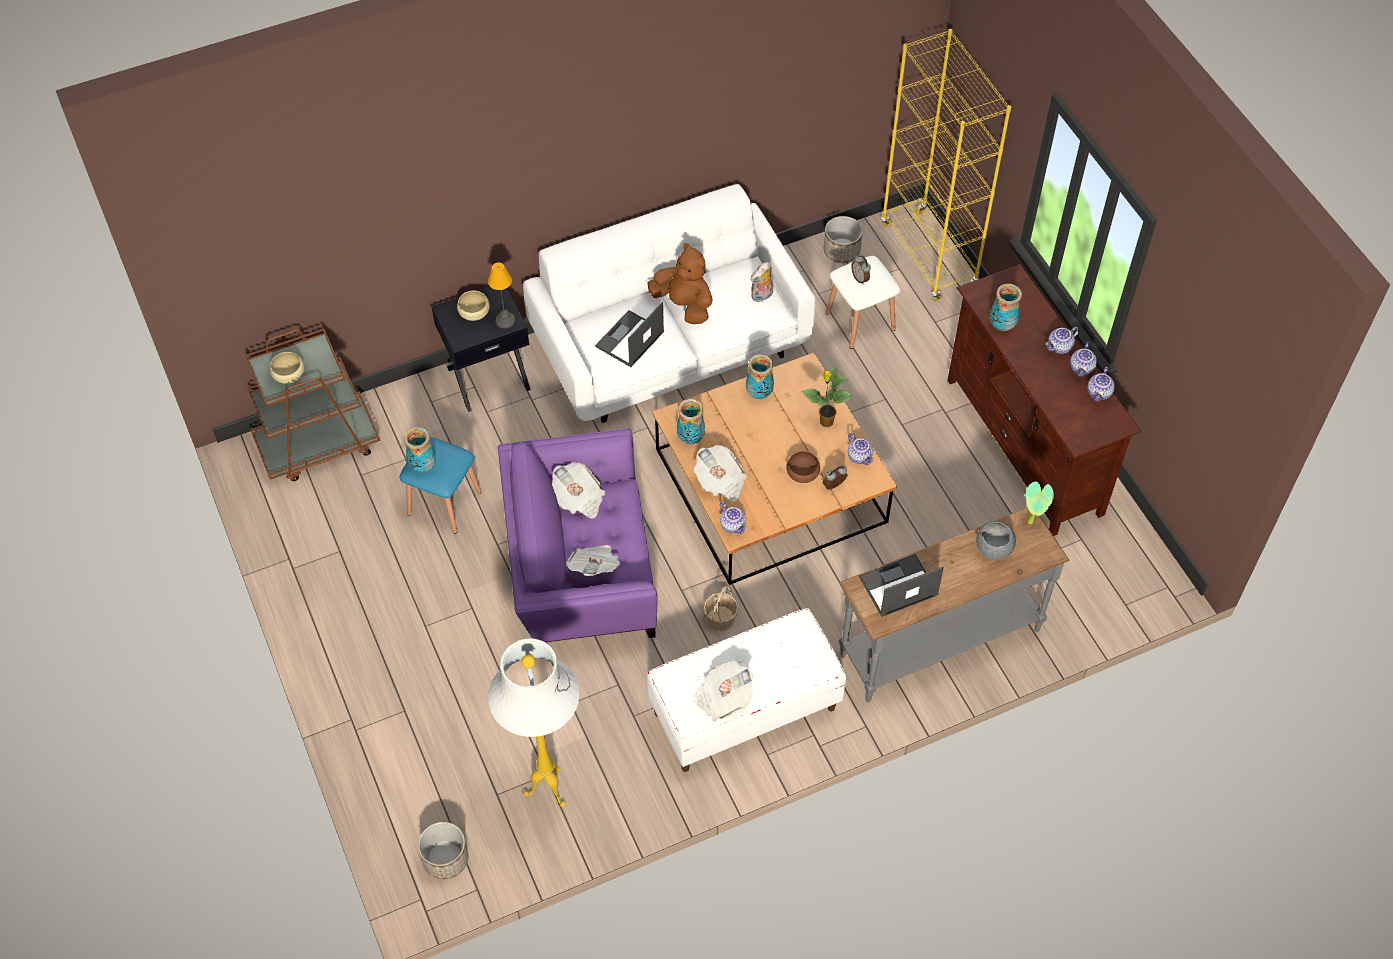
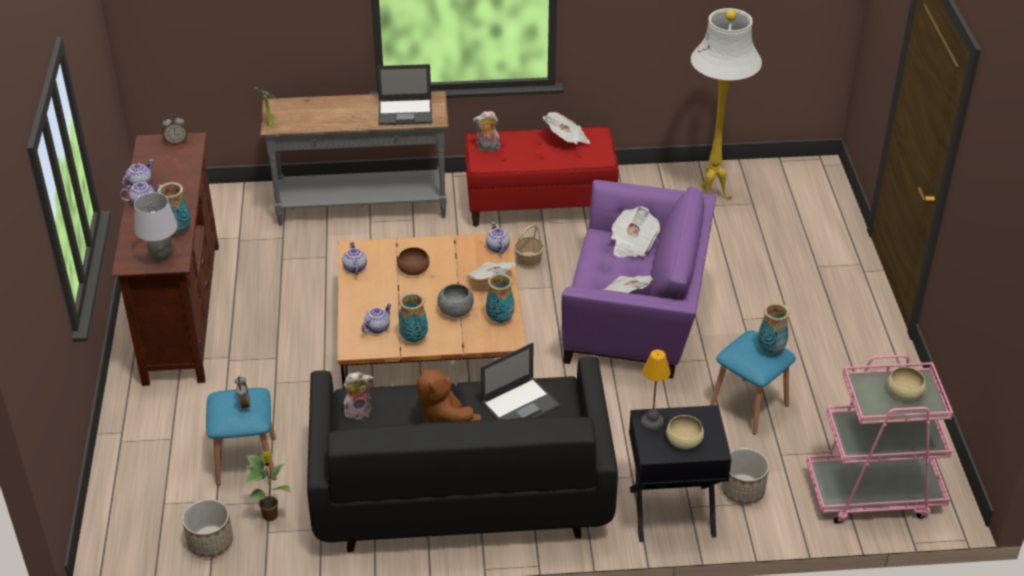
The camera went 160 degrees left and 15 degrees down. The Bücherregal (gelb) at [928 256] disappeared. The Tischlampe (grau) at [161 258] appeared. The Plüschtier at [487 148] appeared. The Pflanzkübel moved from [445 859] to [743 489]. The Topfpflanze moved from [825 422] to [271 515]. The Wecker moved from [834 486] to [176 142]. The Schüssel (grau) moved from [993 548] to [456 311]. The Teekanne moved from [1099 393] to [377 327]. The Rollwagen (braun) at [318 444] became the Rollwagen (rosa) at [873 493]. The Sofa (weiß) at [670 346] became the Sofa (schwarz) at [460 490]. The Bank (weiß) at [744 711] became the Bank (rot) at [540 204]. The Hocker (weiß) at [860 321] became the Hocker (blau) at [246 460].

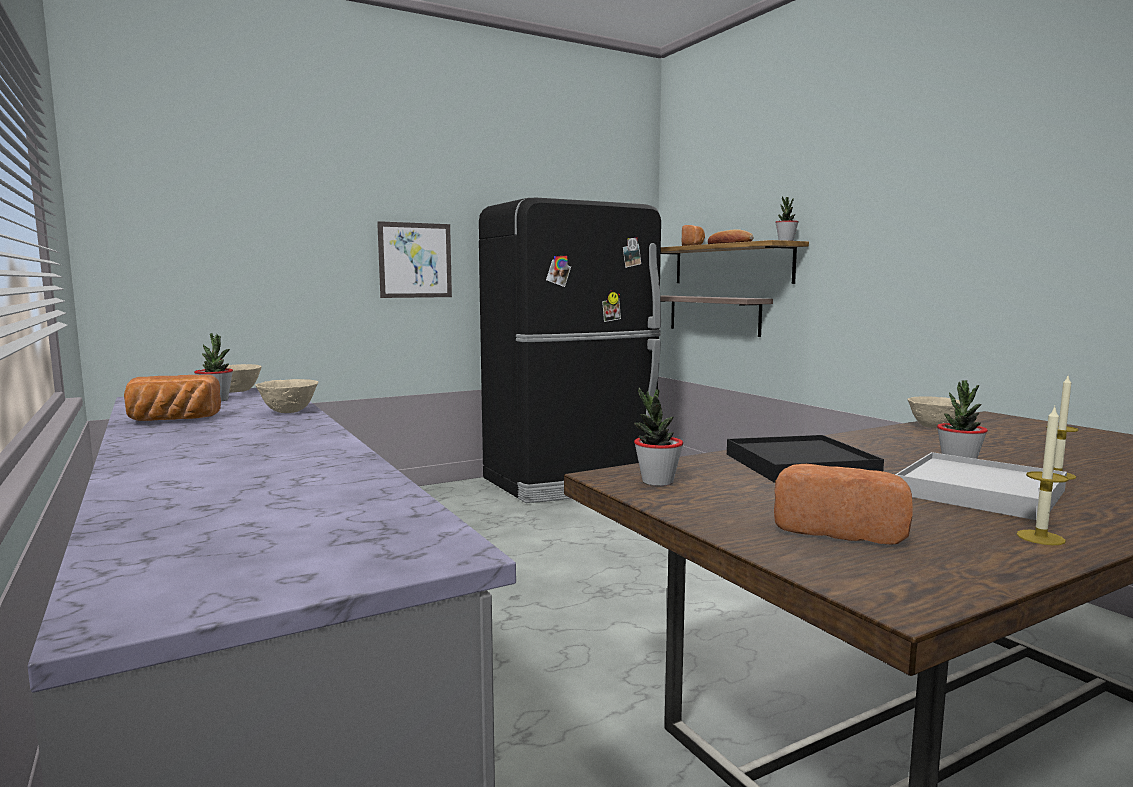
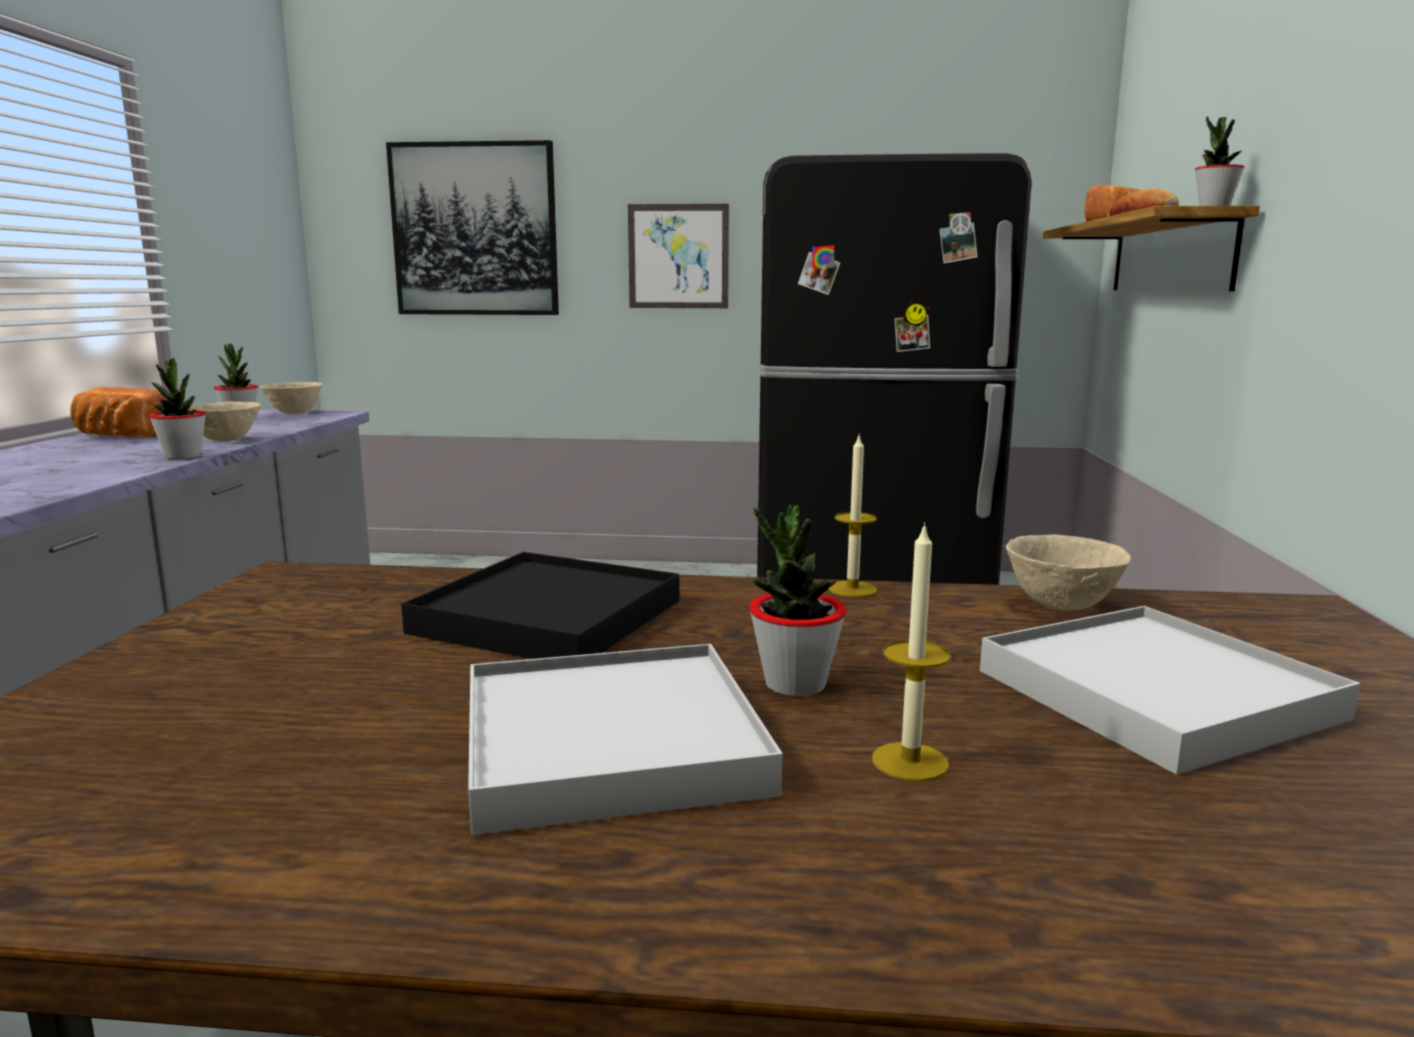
The camera went 35 degrees right and 5 degrees up. The Wandregal at [713 314] disappeared. The Brot at [839 529] disappeared. The Bild at [475 230] appeared. The Tablett (weiß) at [1155 694] appeared. The Topfpflanze moved from [657 482] to [183 456]. The Kerze moved from [1040 537] to [852 589].

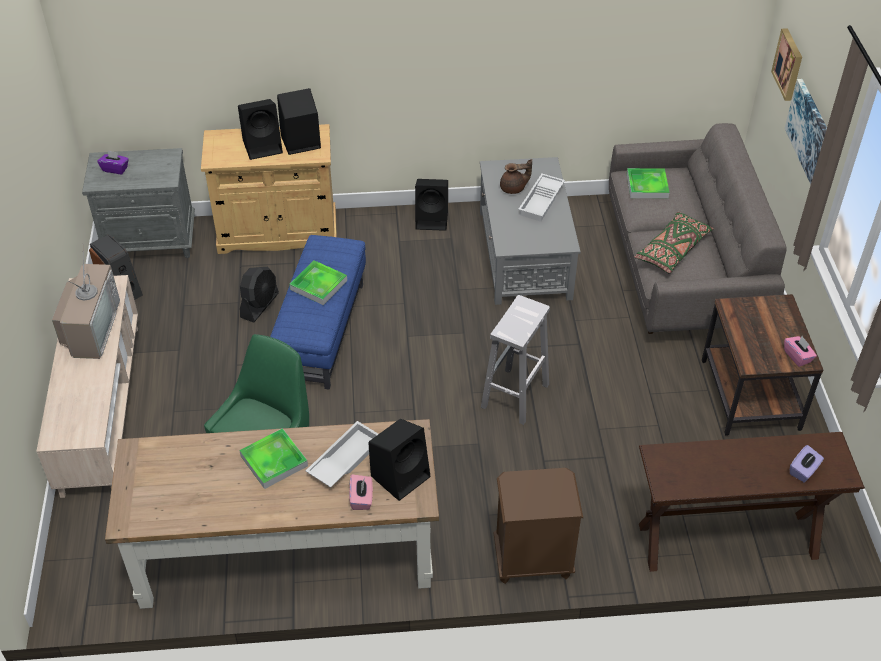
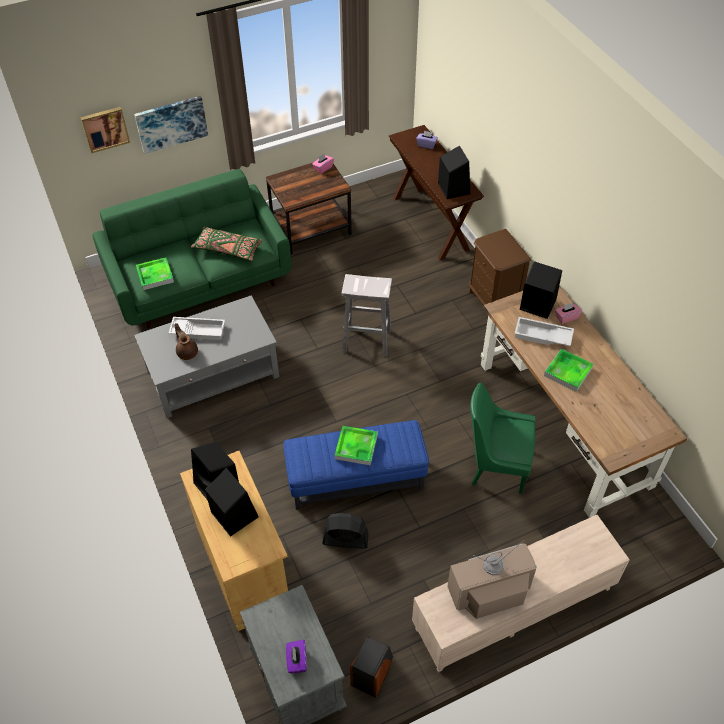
The camera went 110 degrees left and 5 degrees up. The Lautsprecher (schwarz) moved from [433 219] to [453 188]. The Sofa (grau) at [682 269] became the Sofa (grün) at [199 280].

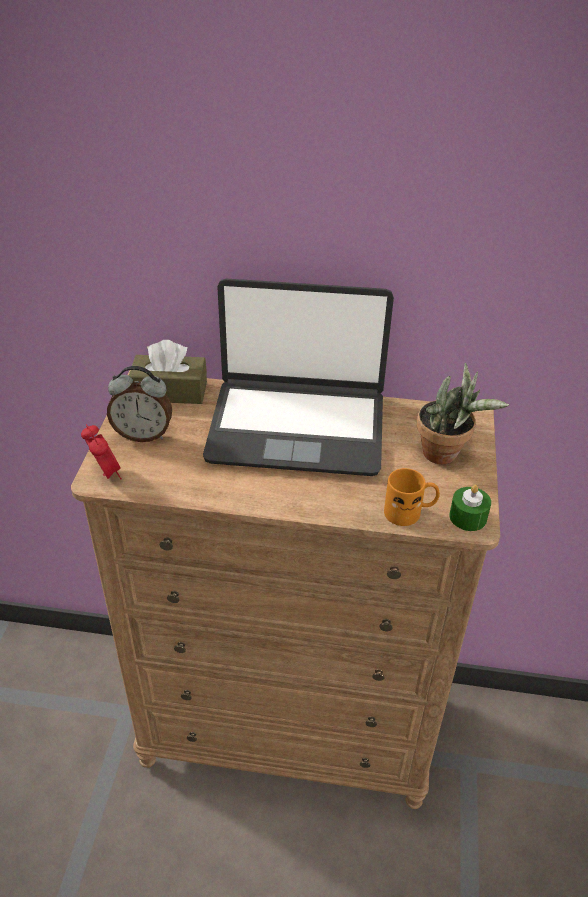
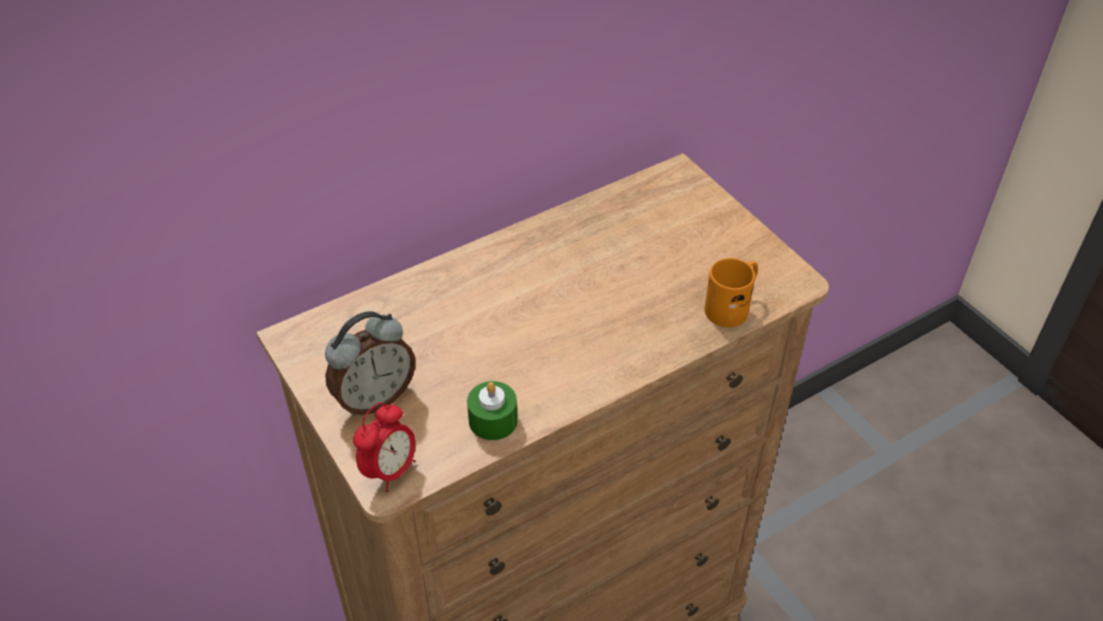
The camera went 40 degrees left and 5 degrees up. The Taschentuchbox (braun) at [170 391] disappeared. The Laptop at [297 427] disappeared. The Topfpflanze at [445 454] disappeared. The Kerze (grün) moved from [468 517] to [493 420]. The Wecker at [105 474] turned 105 degrees clockwise.

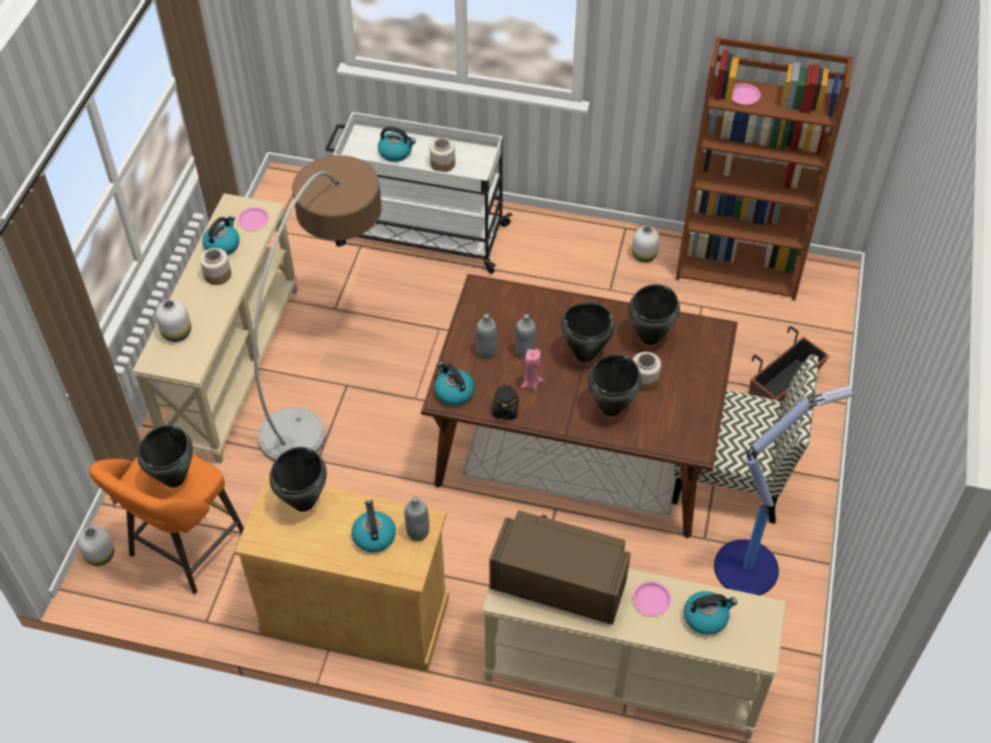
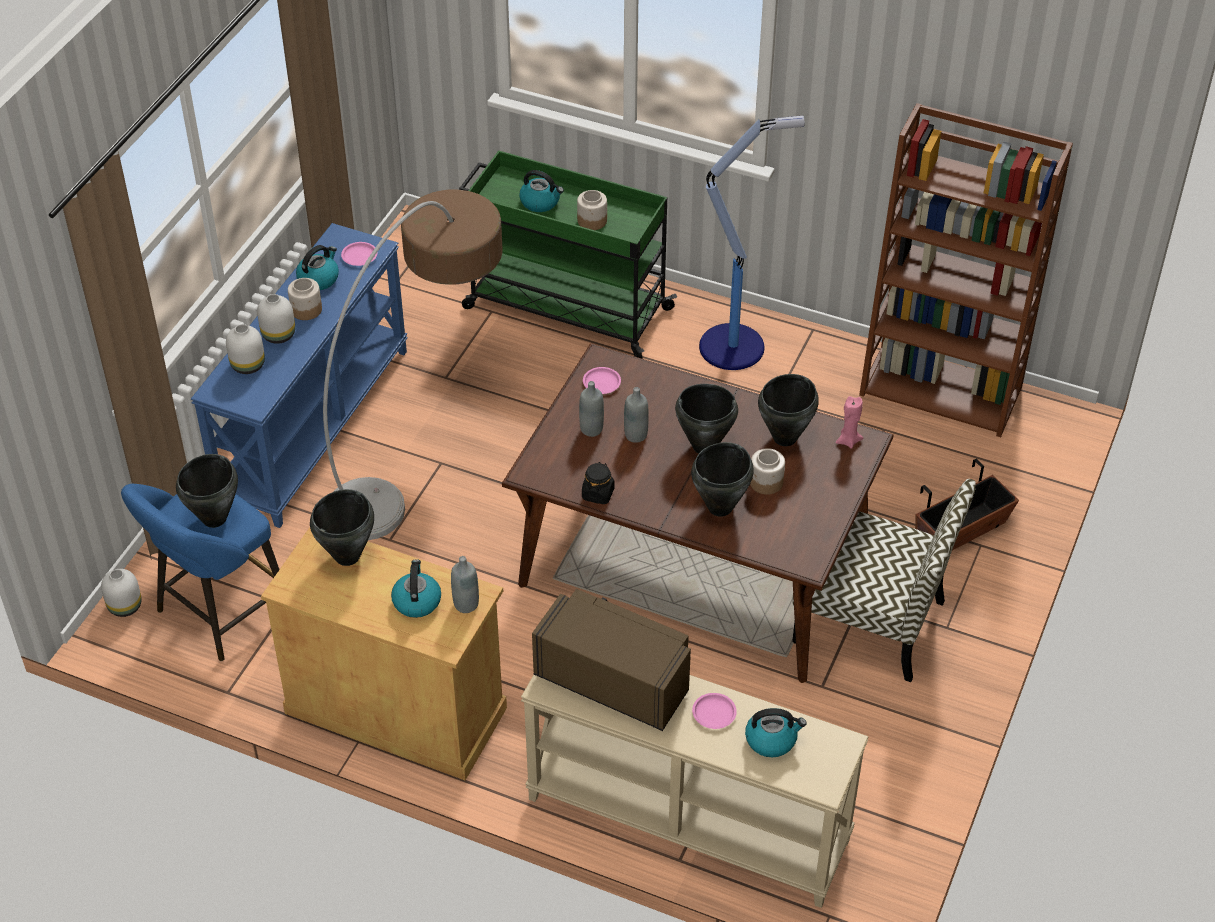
The camera went 10 degrees right and 5 degrees down. The Wasserkessel at [453 392] disappeared. The Kerze (rosa) moved from [531 384] to [848 441]. The Vase (weiß) moved from [643 255] to [278 334]. The Stehlampe moved from [749 567] to [734 346]. The Teller (rosa) moved from [744 96] to [602 383]. The Hocker (orange) at [184 549] became the Hocker (blau) at [218 613]. The Konsolentisch (beige) at [231 366] became the Konsolentisch (blau) at [313 425]. The Rollwagen (weiß) at [421 235] became the Rollwagen (grün) at [565 308].

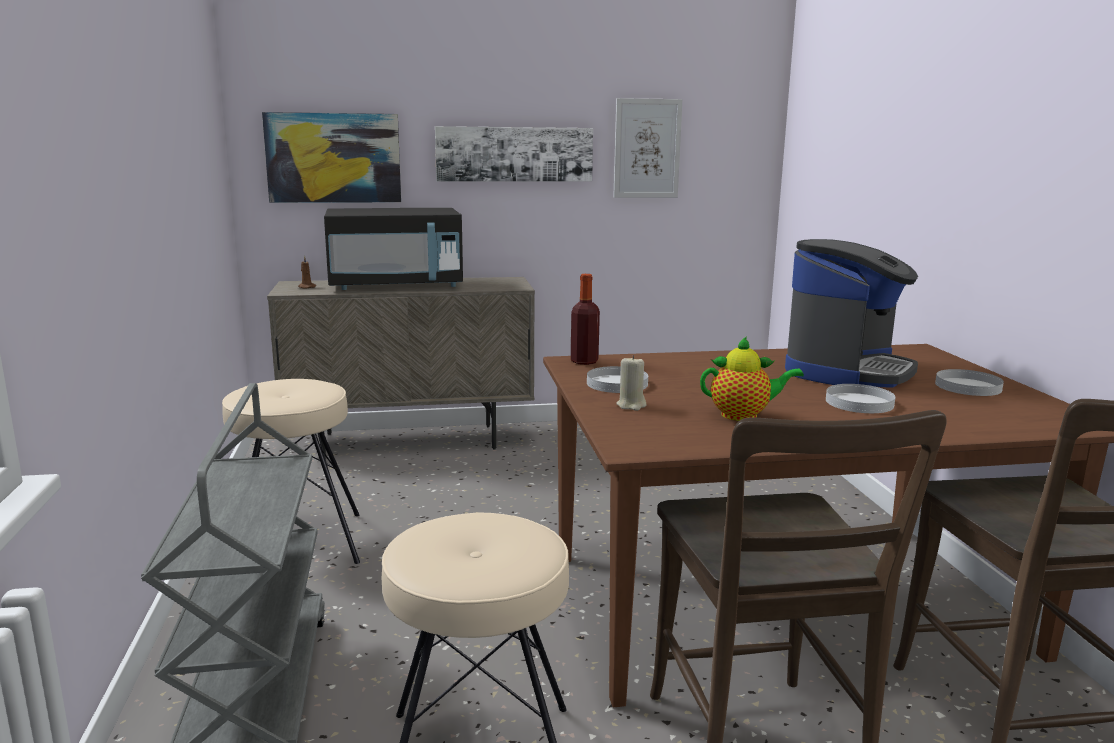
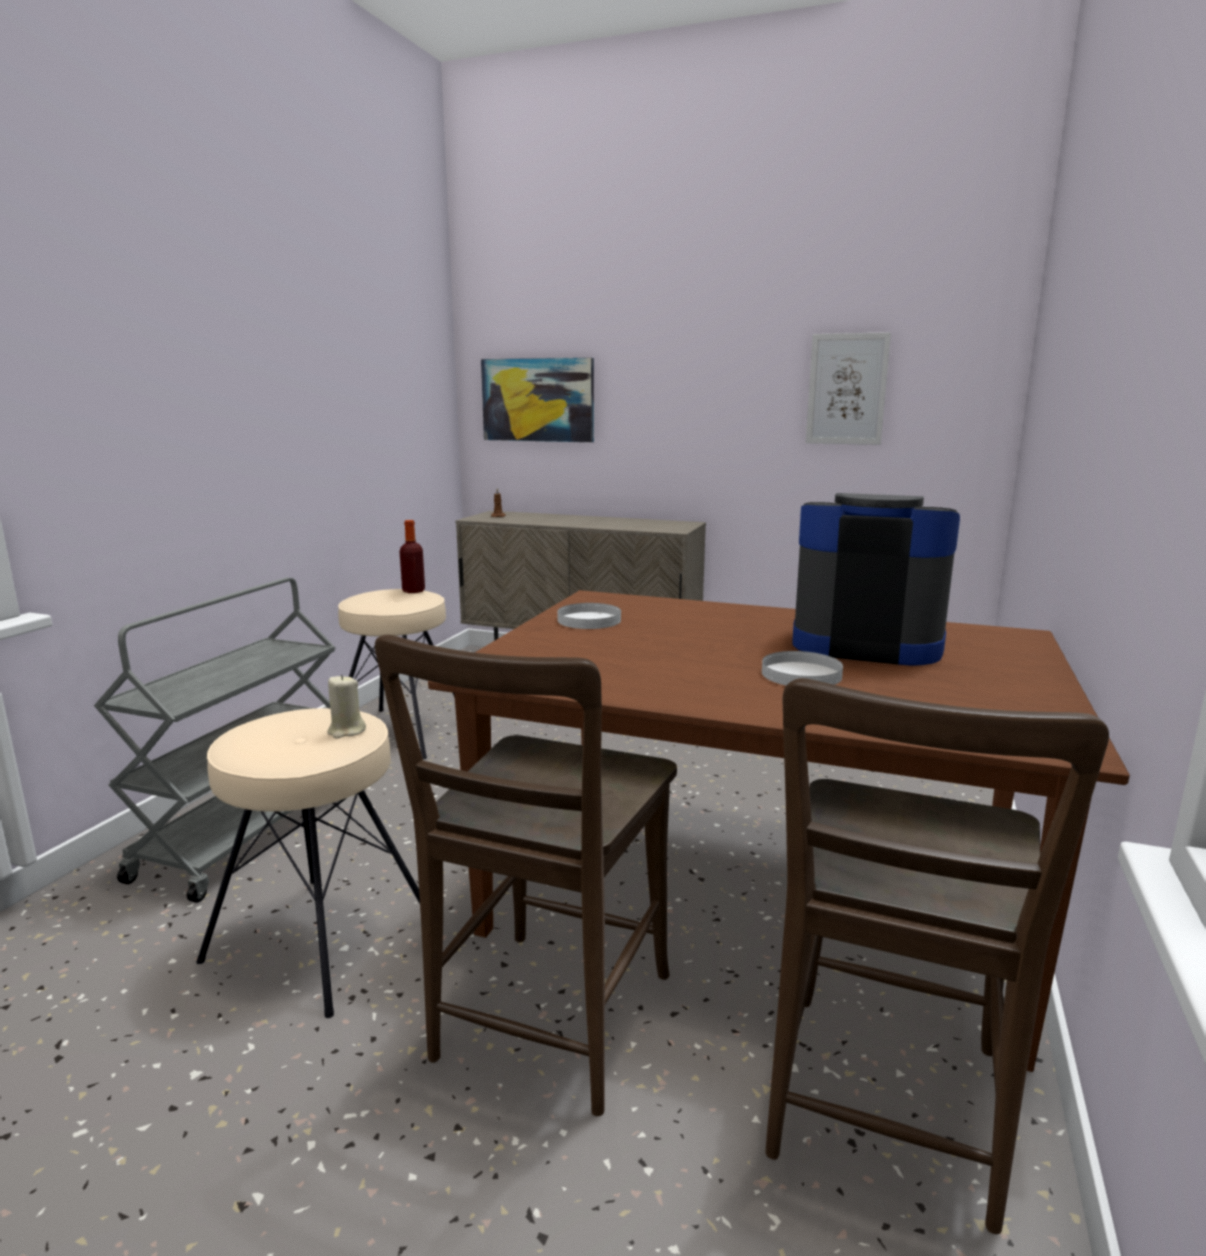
The camera went 30 degrees right and 0 degrees up. The Mikrowelle (schwarz) at [396 285] disappeared. The Bild at [514 154] disappeared. The Teekanne at [743 415] disappeared. The Teller (weiß) at [967 386] disappeared. The Flasche moved from [584 361] to [413 591]. The Kerze (beige) moved from [631 405] to [346 731]. The Kaffeemaschine at [847 370] turned 135 degrees counterclockwise.

